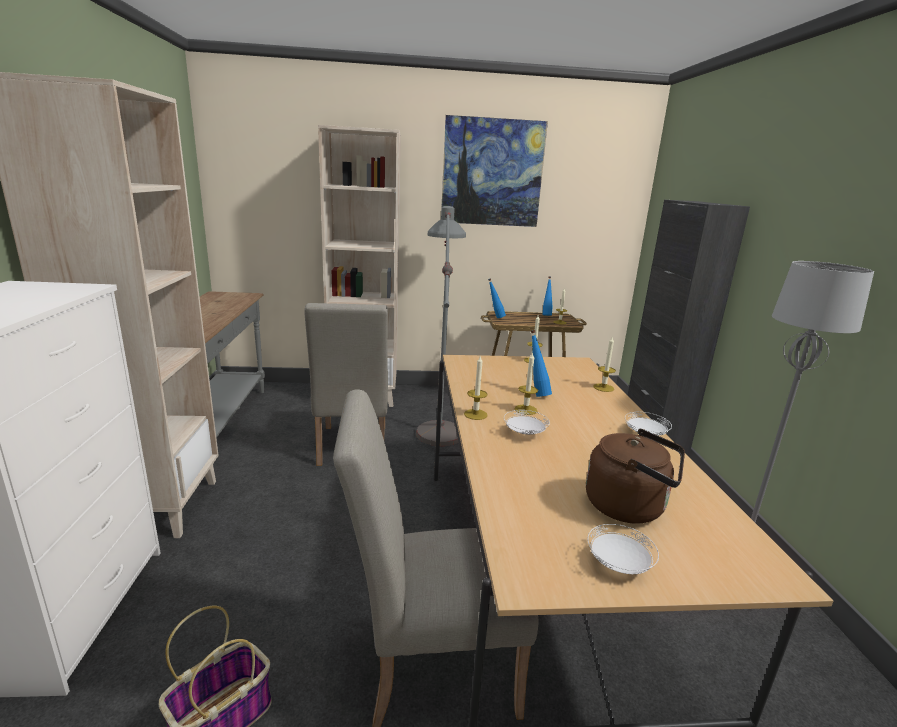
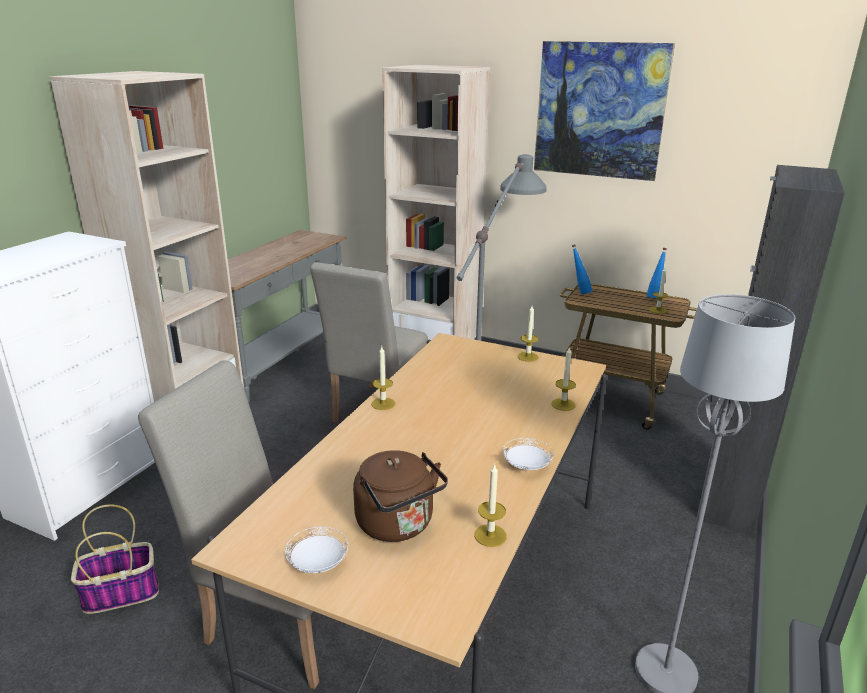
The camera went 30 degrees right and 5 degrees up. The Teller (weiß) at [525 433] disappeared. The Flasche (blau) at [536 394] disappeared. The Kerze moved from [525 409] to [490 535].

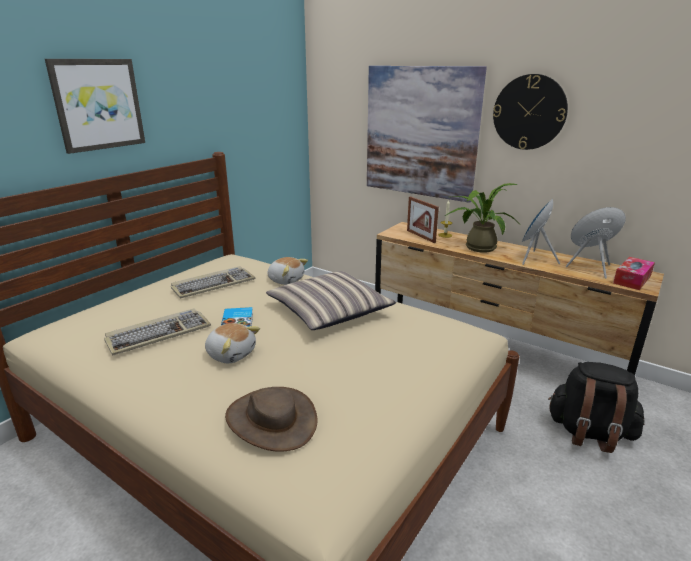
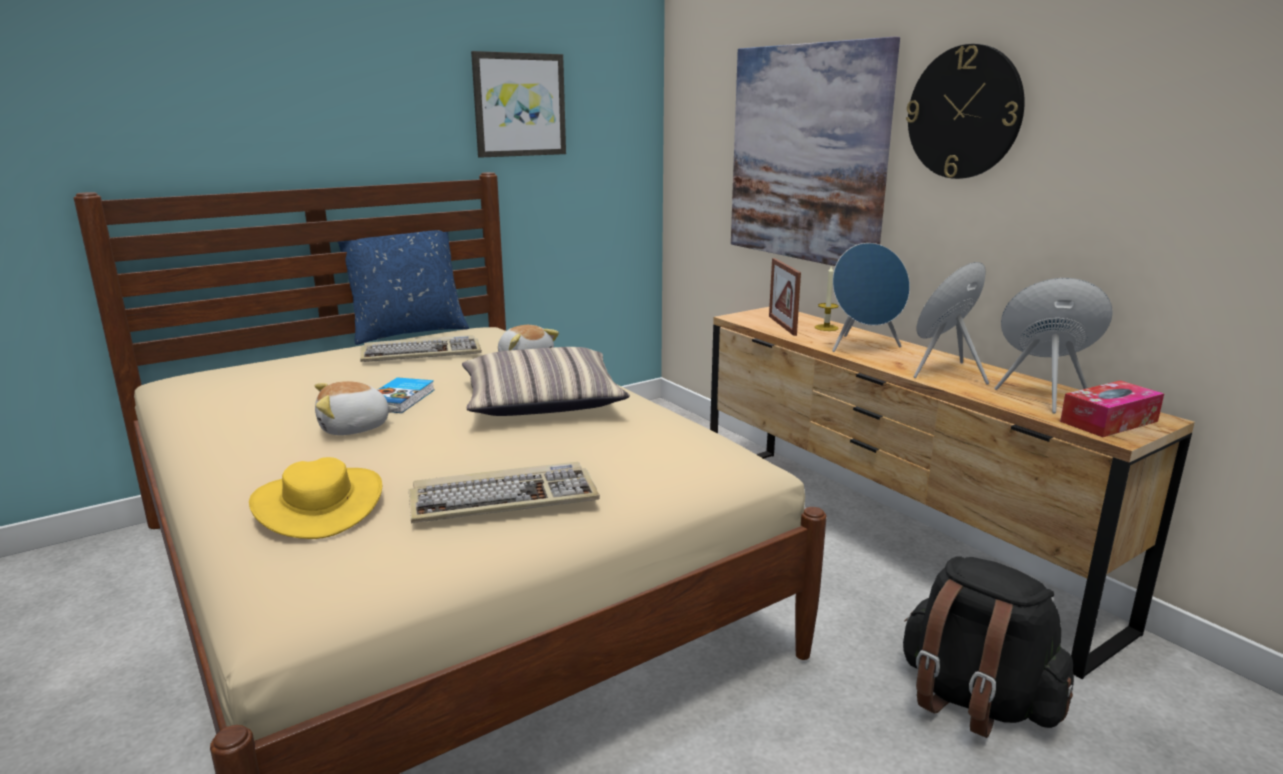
The camera went 20 degrees right and 5 degrees down. The Kissen (blau) at [408 332] appeared. The Bild moved from [98 104] to [519 105]. The Tastatur moved from [159 333] to [504 498]. The Topfpflanze at [477 246] was replaced by the Lautsprecher (blau) at [863 347]. The Hut (braun) at [271 420] became the Hut (gelb) at [319 504]. The Plüschtier at [231 353] turned 105 degrees clockwise.

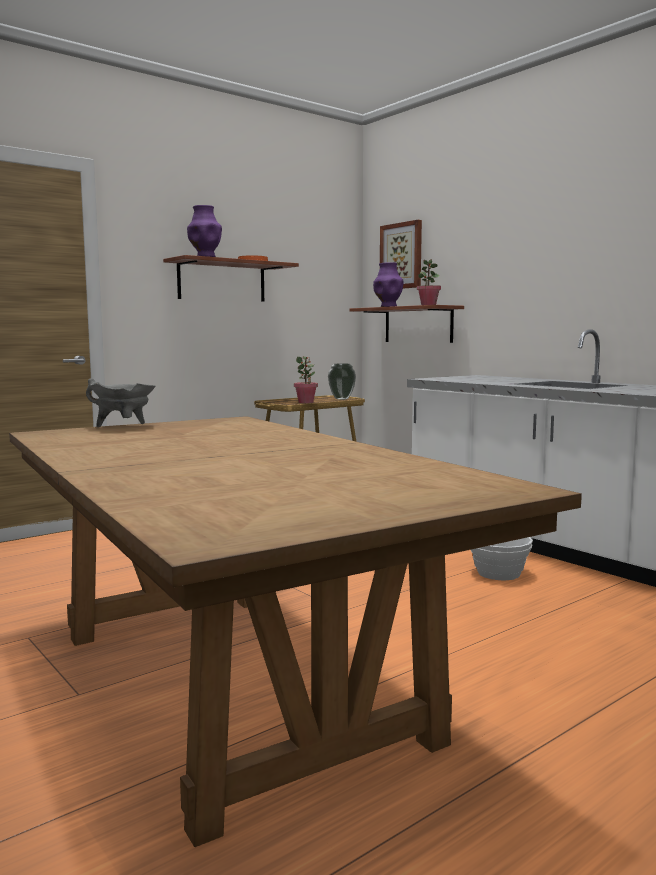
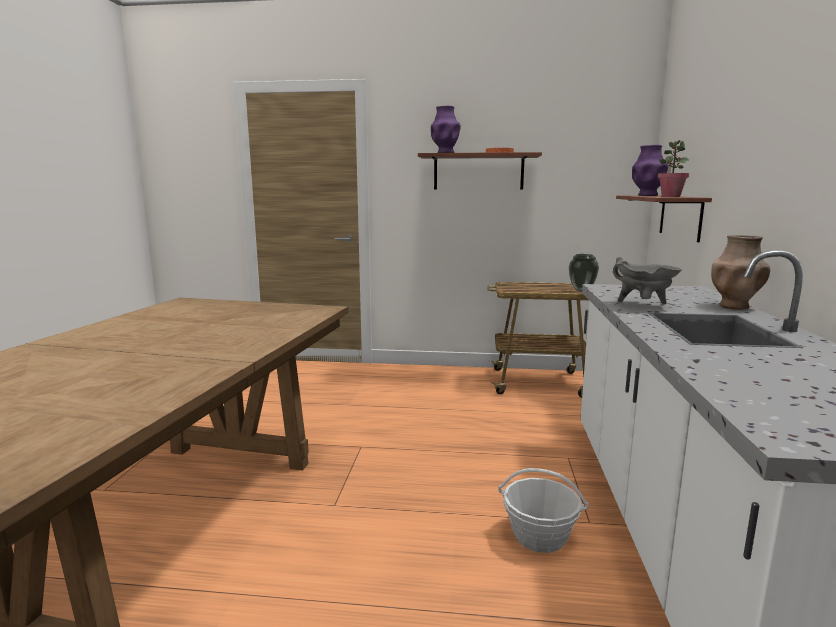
The camera went 45 degrees right and 5 degrees up. The Topfpflanze at [306 402] disappeared. The Bild at [401 256] disappeared. The Vase (braun) at [734 306] appeared. The Kochtopf (grau) moved from [124 427] to [643 305].

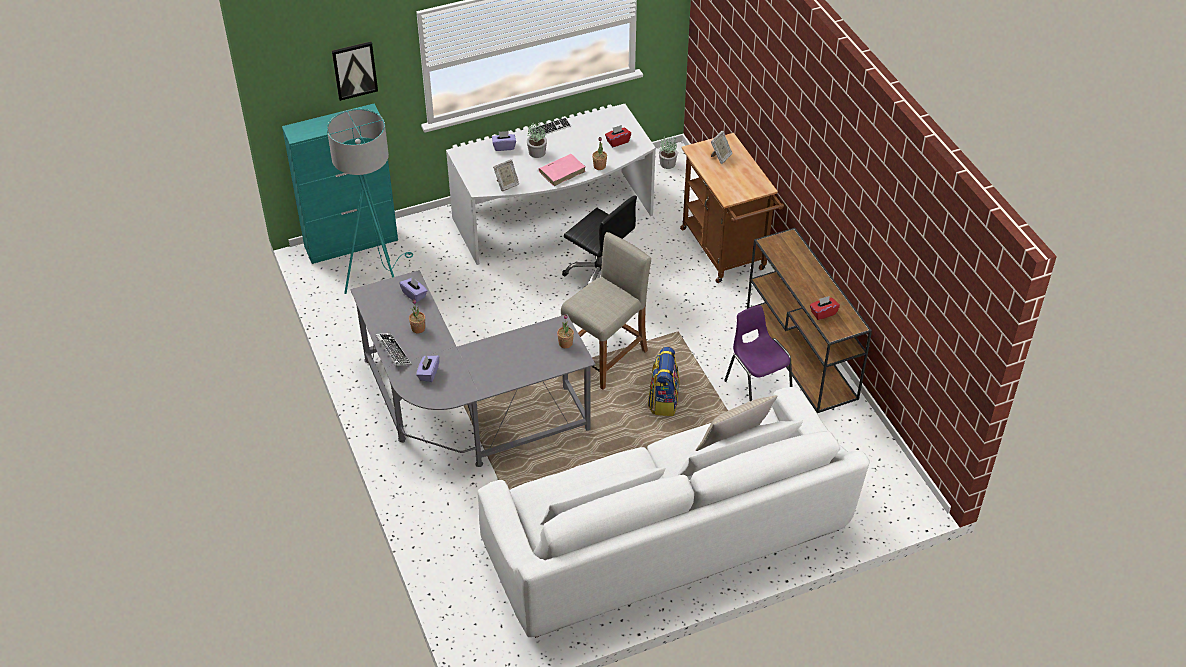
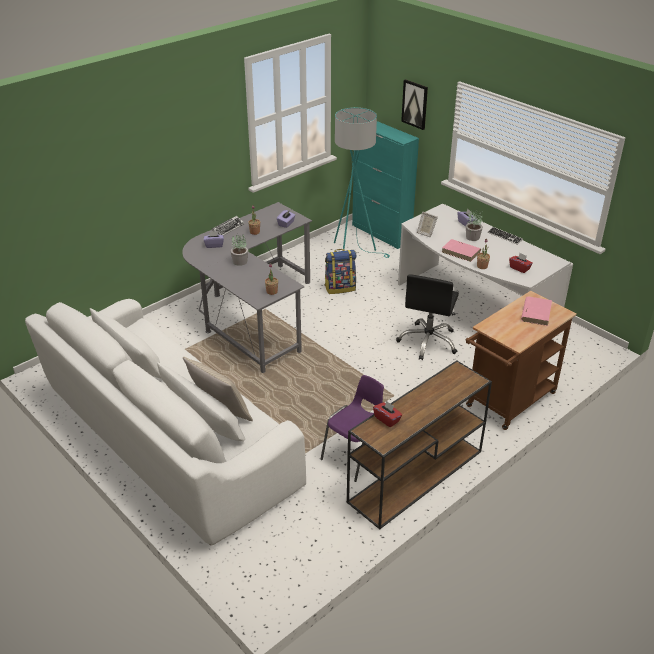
The camera went 70 degrees right and 10 degrees down. The Hocker (beige) at [605 357] disappeared. The Rucksack moved from [663 400] to [340 288]. The Topfpflanze moved from [667 163] to [240 261]. The Bilderrahmen at [720 157] was replaced by the Buch (rosa) at [536 312].

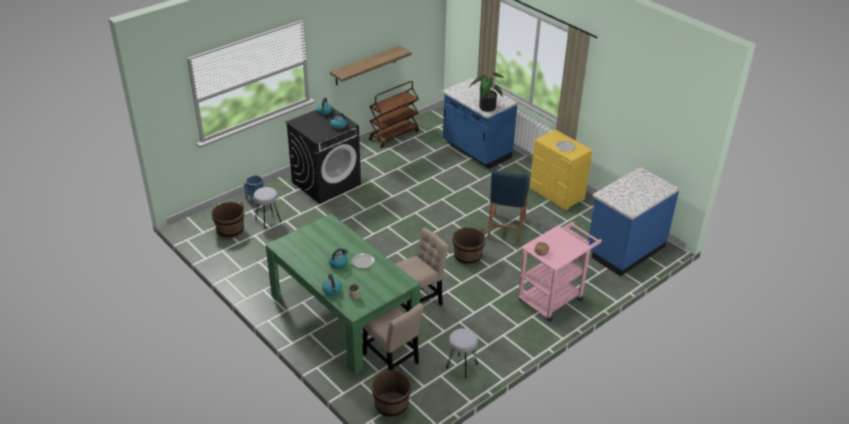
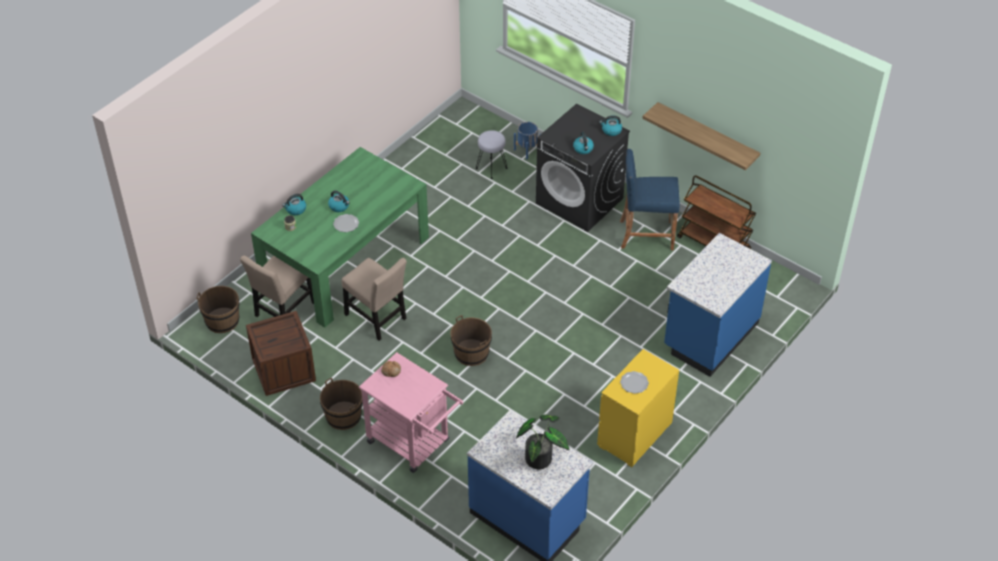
The camera went 80 degrees right and 10 degrees up. The Eimer (braun) moved from [230 230] to [343 416]. The Topfpflanze moved from [486 106] to [541 457]. The Hocker (blau) moved from [506 228] to [646 234]. The Hocker (grau) at [461 366] was replaced by the Kiste at [283 369].

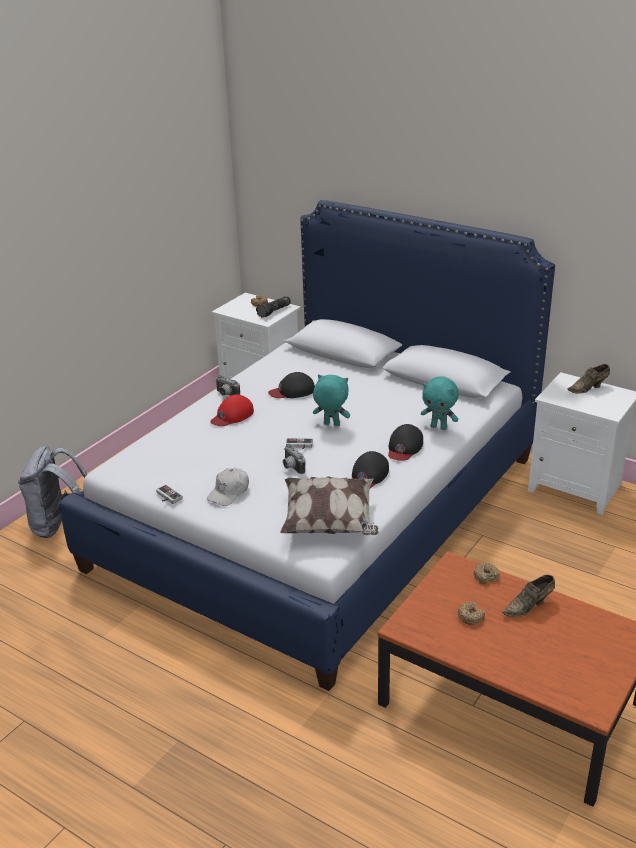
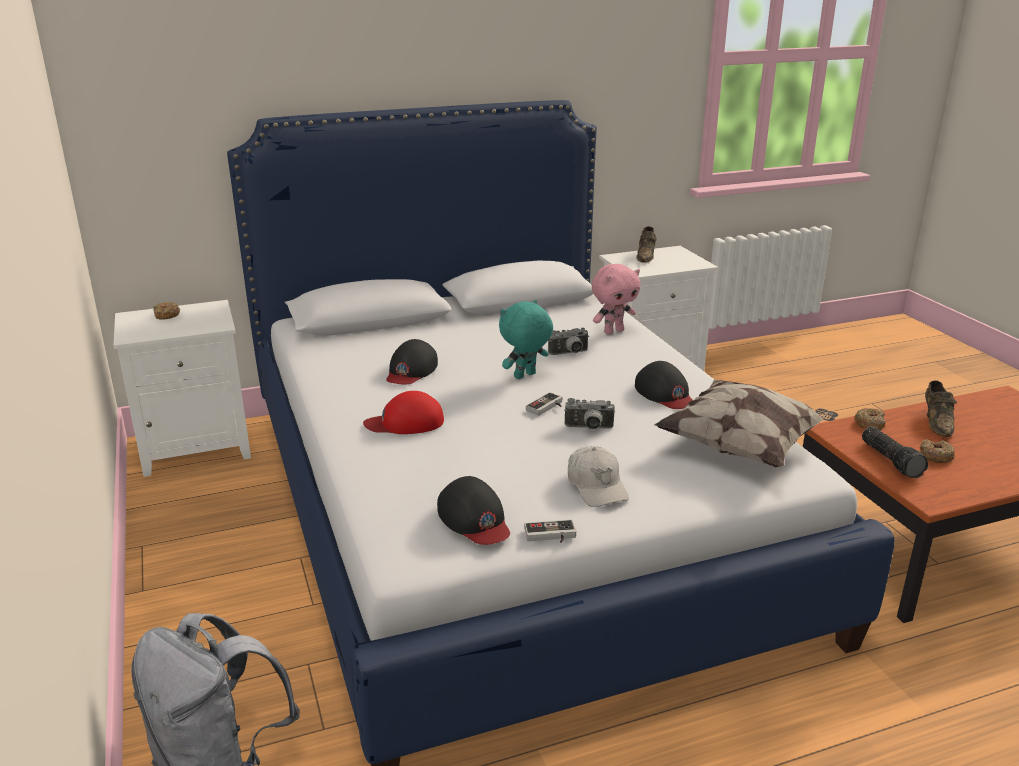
The camera went 55 degrees left and 5 degrees down. The Kamera moved from [226 395] to [569 353]. The Taschenlampe moved from [274 311] to [892 460]. The Kappe (schwarz) moved from [404 447] to [474 519]. The Plüschtier (türkis) at [439 427] became the Plüschtier (rosa) at [613 331]. The Kappe (rot) at [232 415] turned 90 degrees clockwise.

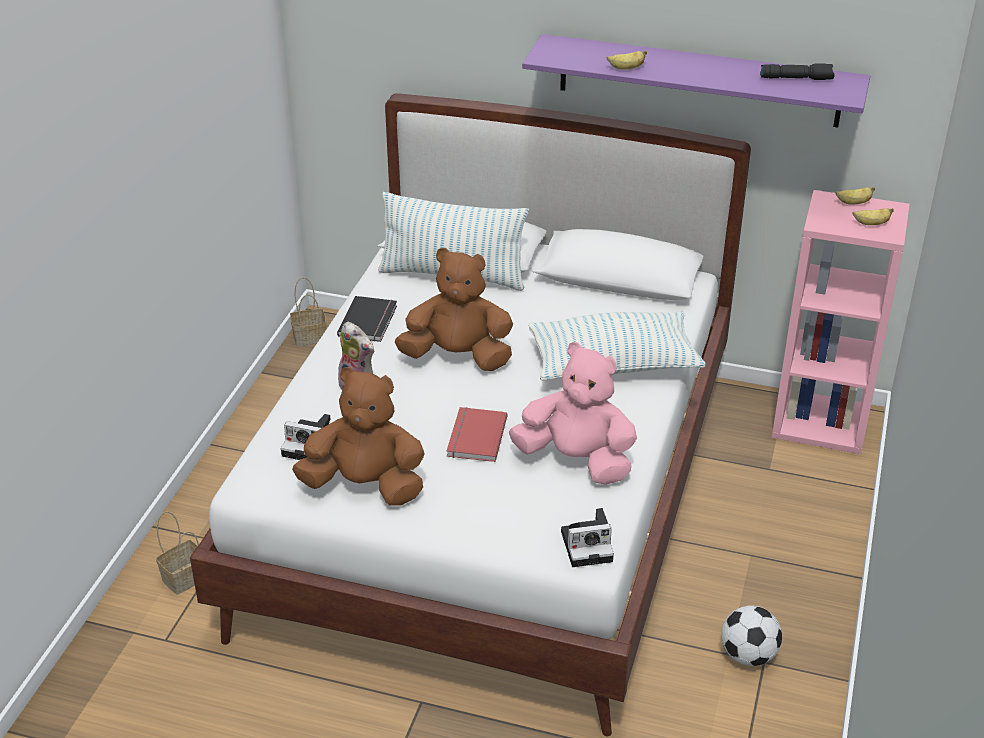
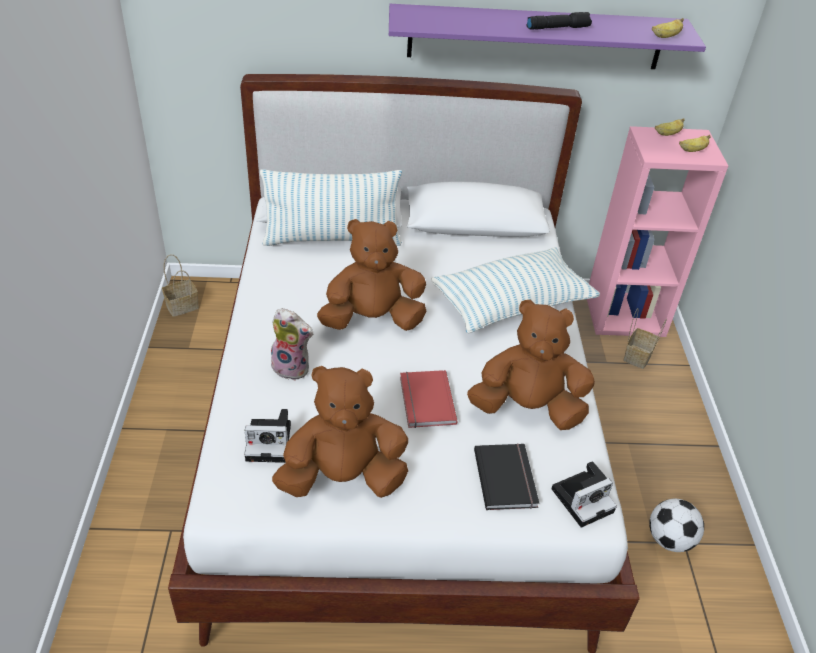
The camera went 20 degrees left and 5 degrees up. The Korb moved from [185 577] to [637 355]. The Buch (schwarz) moved from [370 321] to [507 478]. The Banane moved from [626 68] to [666 37]. The Taschenlampe (schwarz) moved from [796 78] to [558 28]. The Plüschtier (rosa) at [576 460] became the Plüschtier (braun) at [527 408].

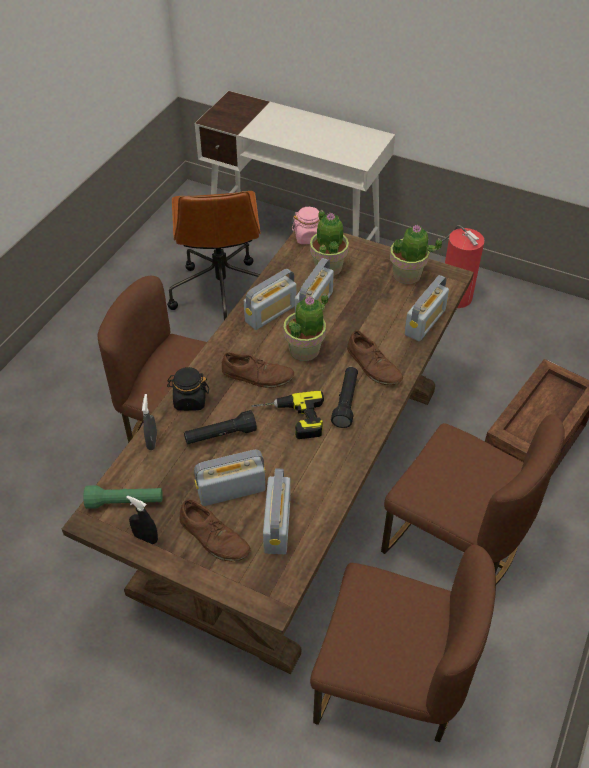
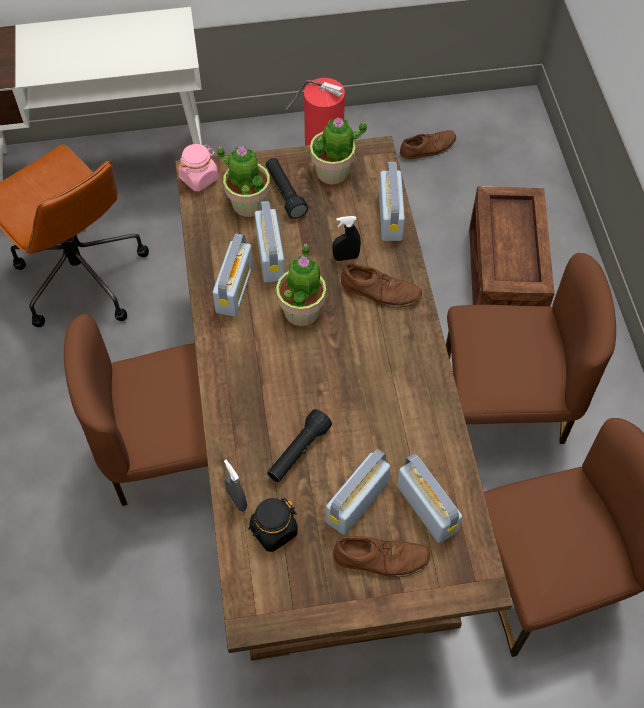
The camera went 35 degrees left and 10 degrees up. The Taschenlampe (grün) at [125 502] disappeared. The Bohrmaschine at [290 420] disappeared. The Sprühflasche (schwarz) moved from [146 538] to [346 257]. The Vorratsglas (schwarz) moved from [190 400] to [273 531]. The Schuh (braun) moved from [257 376] to [427 148]. The Taschenlampe (schwarz) moved from [346 402] to [285 193].

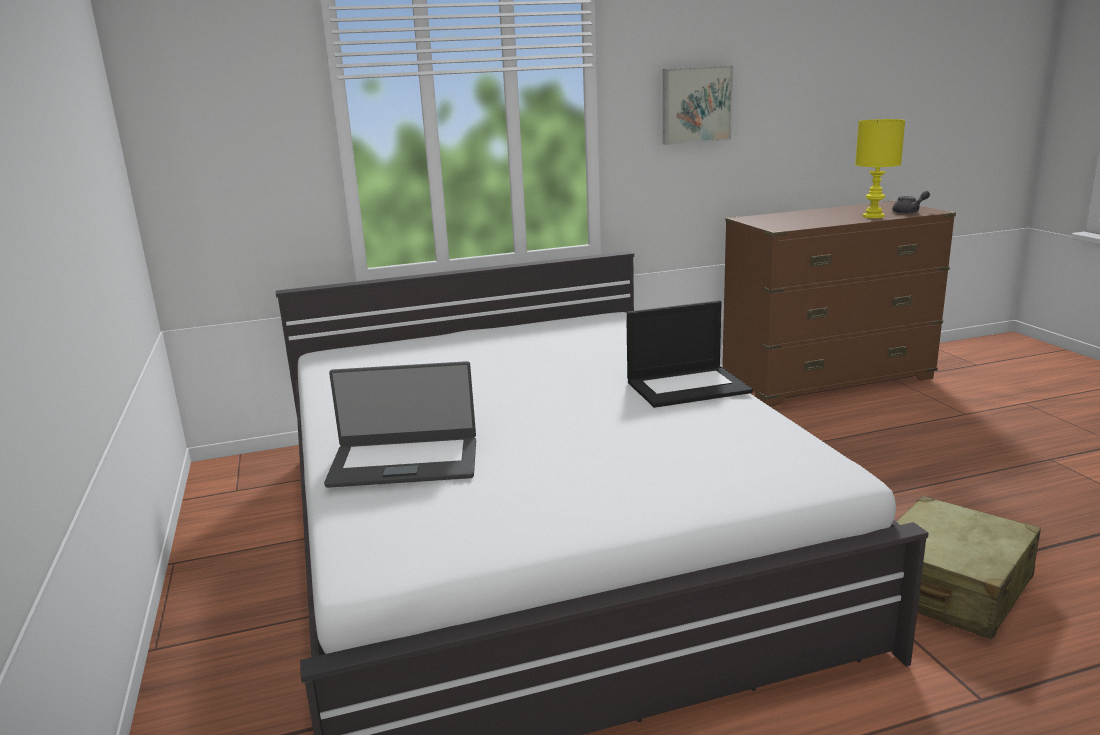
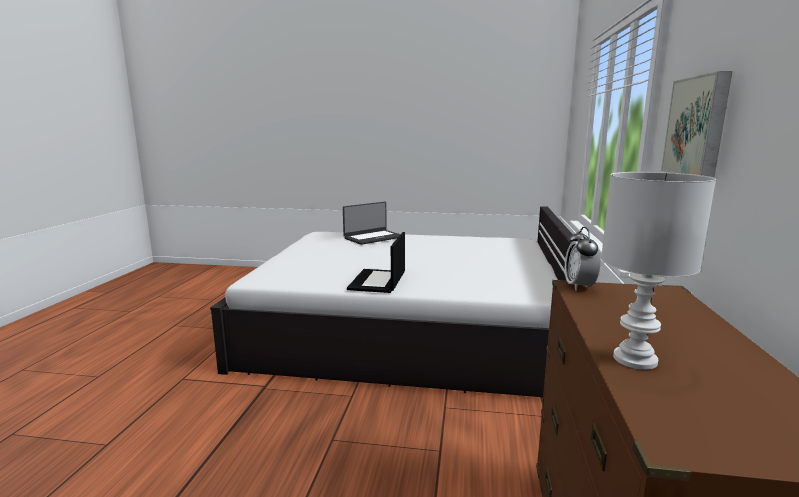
The camera went 115 degrees right and 5 degrees down. The Teekanne (grau) at [909 212] disappeared. The Koffer (beige) at [949 587] disappeared. The Wecker at [579 286] appeared. The Tischlampe (gelb) at [873 216] became the Tischlampe (weiß) at [636 360]. The Laptop at [404 462] turned 150 degrees counterclockwise.

